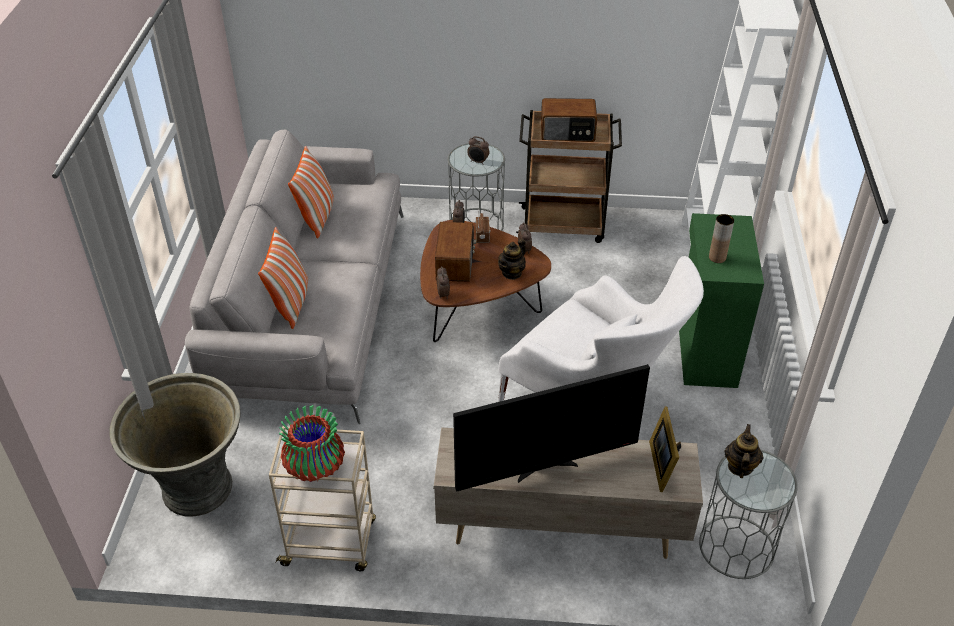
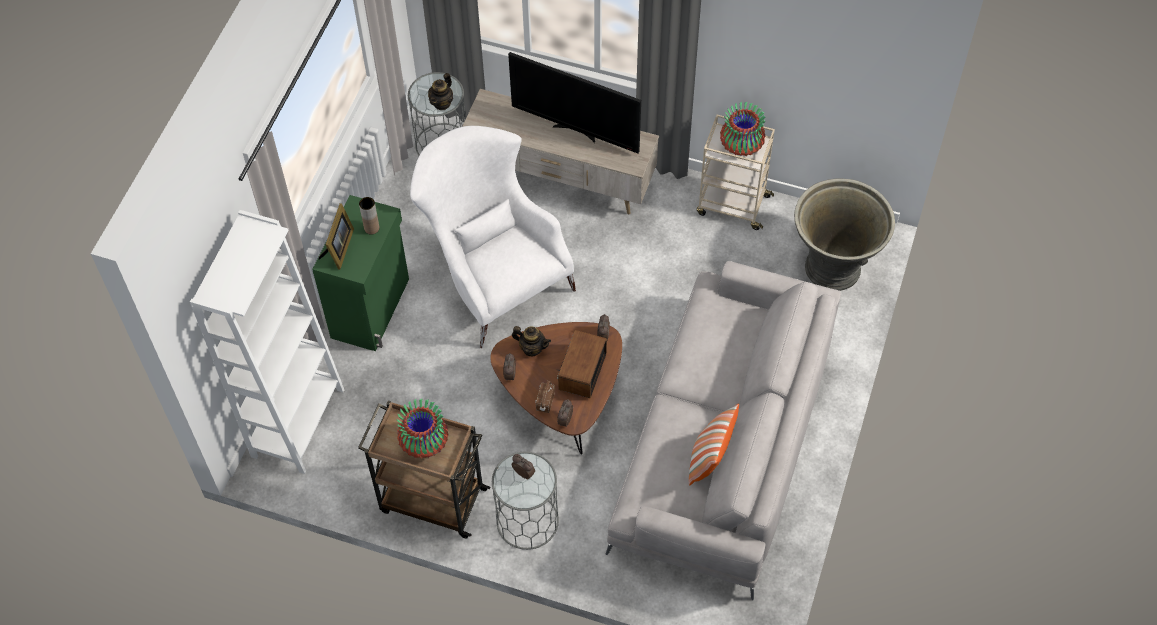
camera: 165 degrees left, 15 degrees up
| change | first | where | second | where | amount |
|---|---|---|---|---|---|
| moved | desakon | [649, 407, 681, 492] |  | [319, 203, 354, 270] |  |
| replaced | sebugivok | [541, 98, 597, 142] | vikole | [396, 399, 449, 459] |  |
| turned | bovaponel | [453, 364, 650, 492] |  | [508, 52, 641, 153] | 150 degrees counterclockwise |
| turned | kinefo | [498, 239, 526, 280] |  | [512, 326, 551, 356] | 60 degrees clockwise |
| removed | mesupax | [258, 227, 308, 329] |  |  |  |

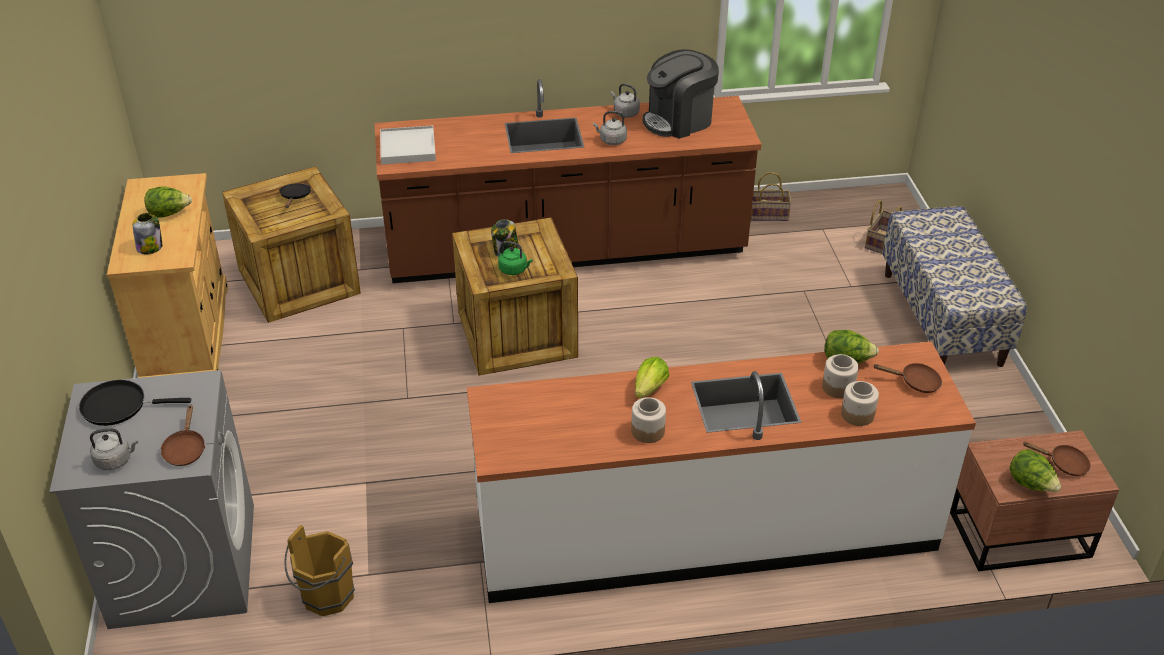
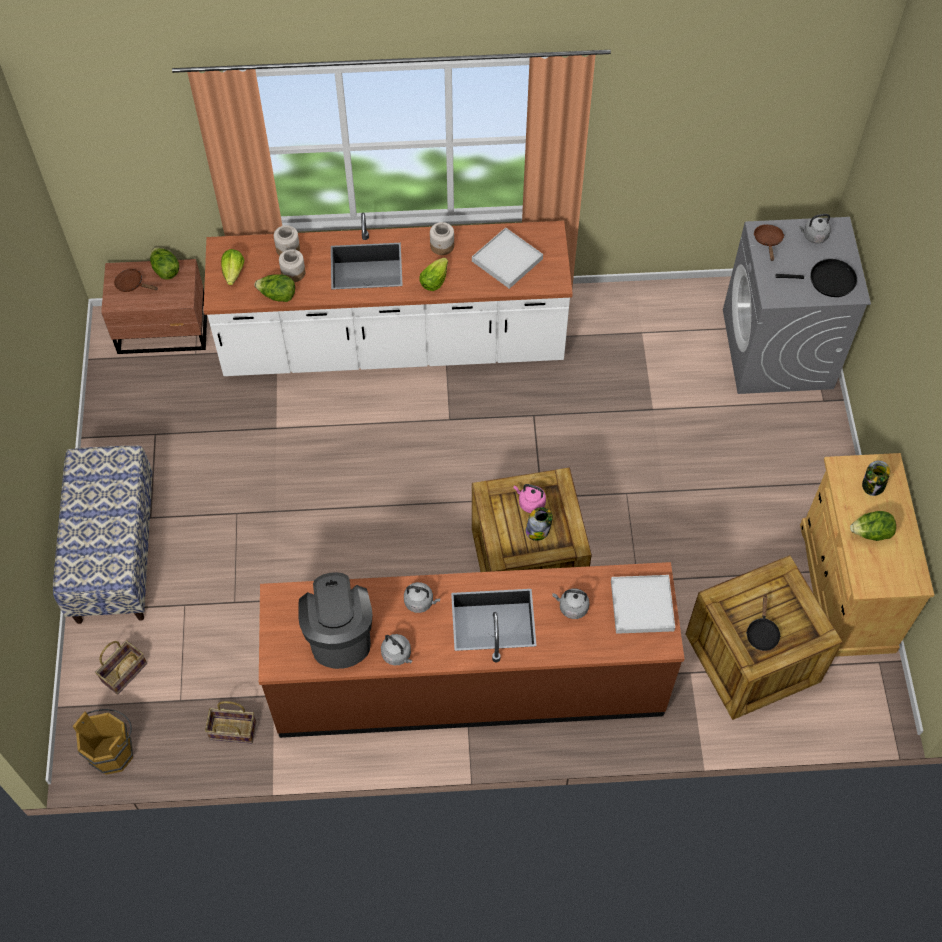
camera: 175 degrees left, 20 degrees up
| change | first | where | second | where | amount |
|---|---|---|---|---|---|
| moved | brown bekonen | [284, 525, 355, 616] |  | [73, 709, 133, 775] |  |
| replaced | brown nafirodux | [874, 363, 942, 393] | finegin | [221, 249, 245, 285] |  |
| turned | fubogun | [643, 49, 719, 139] |  | [298, 572, 372, 669] | 75 degrees counterclockwise |
| added |  |  | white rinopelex | [472, 228, 543, 289] |  |
| recoloured | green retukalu | [498, 241, 533, 275] | pink retukalu | [514, 484, 546, 513] |  |
| added |  |  | grey retukalu | [553, 589, 589, 619] |  |

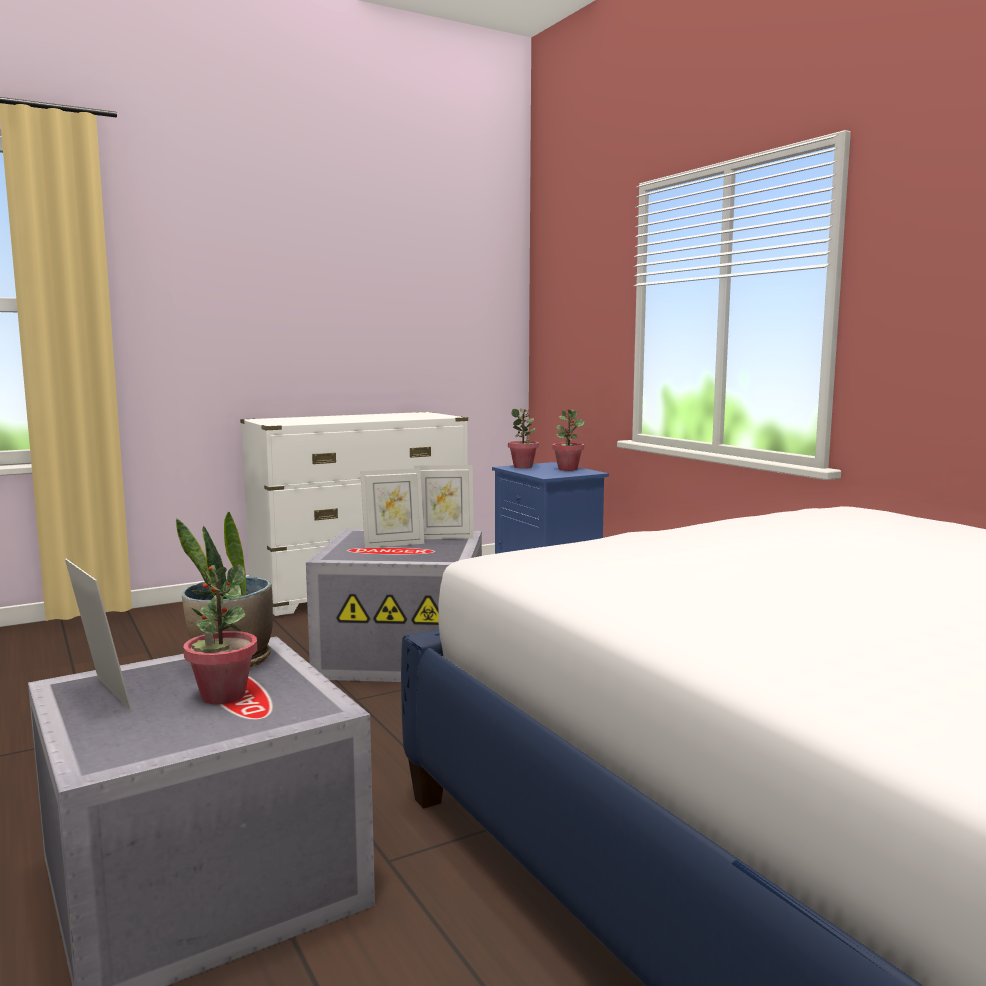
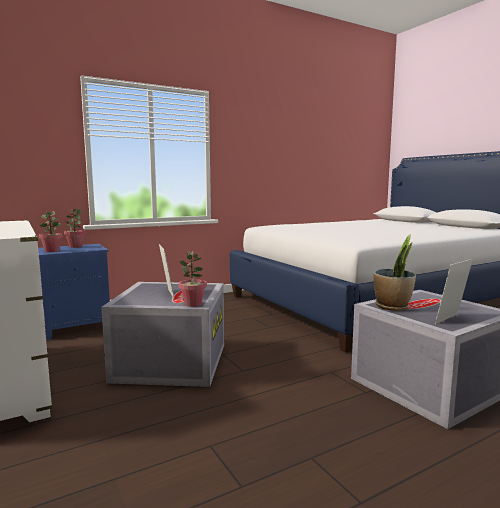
camera: 90 degrees left, 0 degrees up
| change | first | where | second | where | amount |
|---|---|---|---|---|---|
| moved | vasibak | [183, 565, 257, 704] |  | [179, 251, 207, 307] |  |
| removed | desakon | [414, 465, 474, 539] |  |  |  |

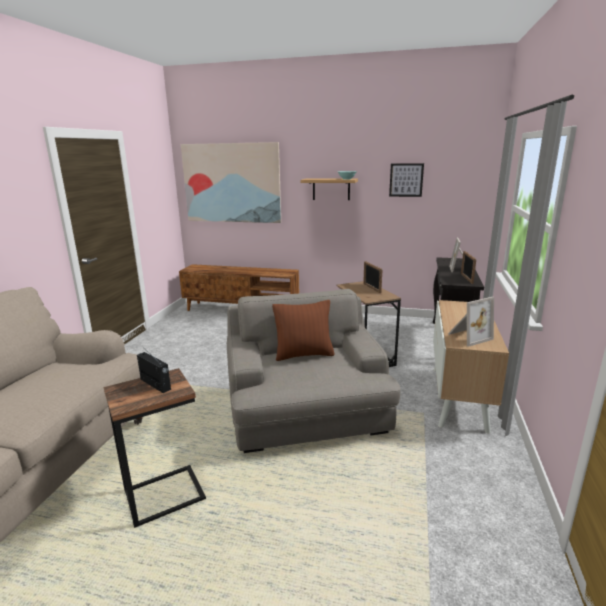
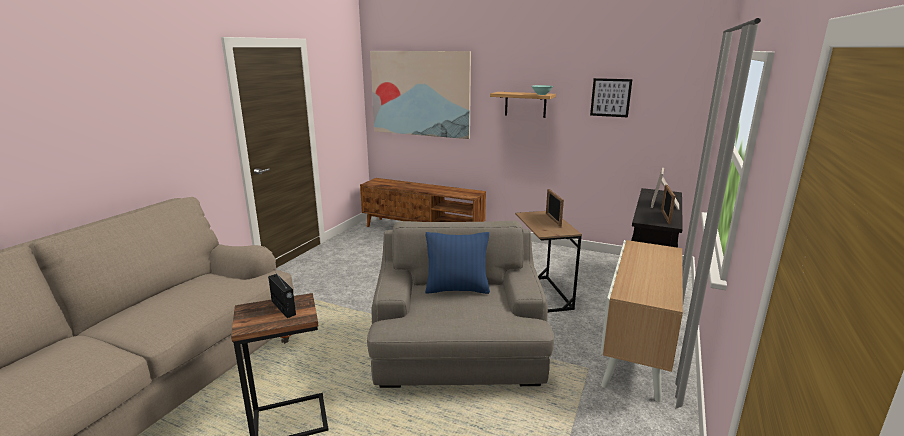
camera: 10 degrees right, 0 degrees up
| change | first | where | second | where | amount |
|---|---|---|---|---|---|
| recoloured | brown mesupax | [272, 300, 335, 361] | blue mesupax | [425, 232, 490, 294] |  |
| removed | desakon | [448, 297, 494, 347] |  |  |  |

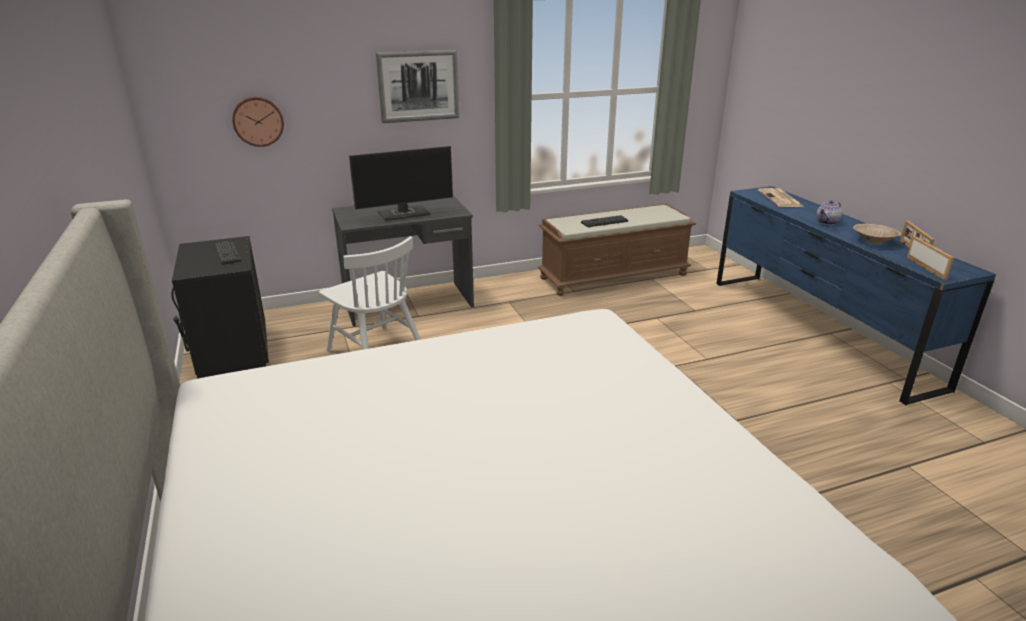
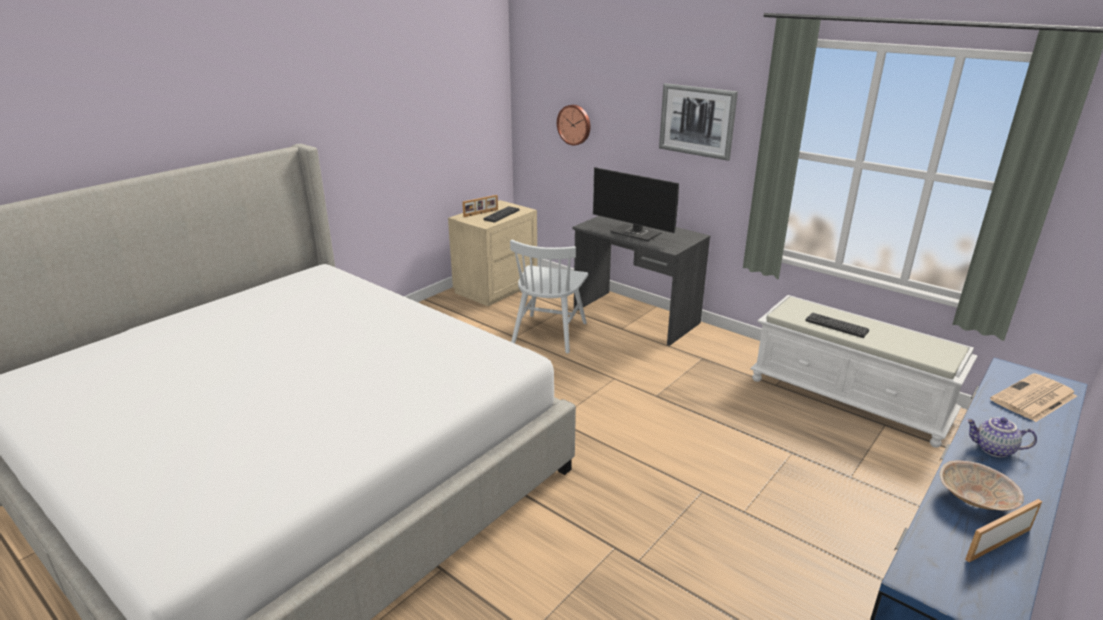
camera: 60 degrees right, 0 degrees up
| change | first | where | second | where | amount |
|---|---|---|---|---|---|
| recoloured | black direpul | [171, 236, 269, 379] | beige direpul | [448, 200, 538, 306] |  |
| moved | desakon | [907, 236, 954, 280] |  | [462, 195, 498, 217] |  |
| recoloured | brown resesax | [538, 204, 696, 296] | white resesax | [750, 295, 978, 448] |  |

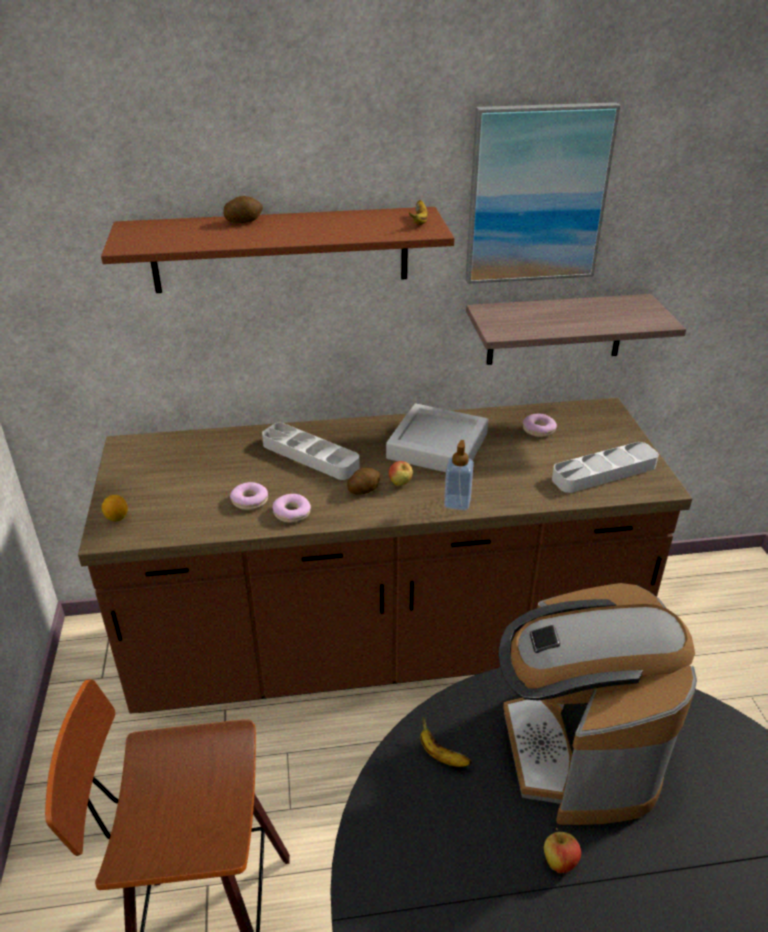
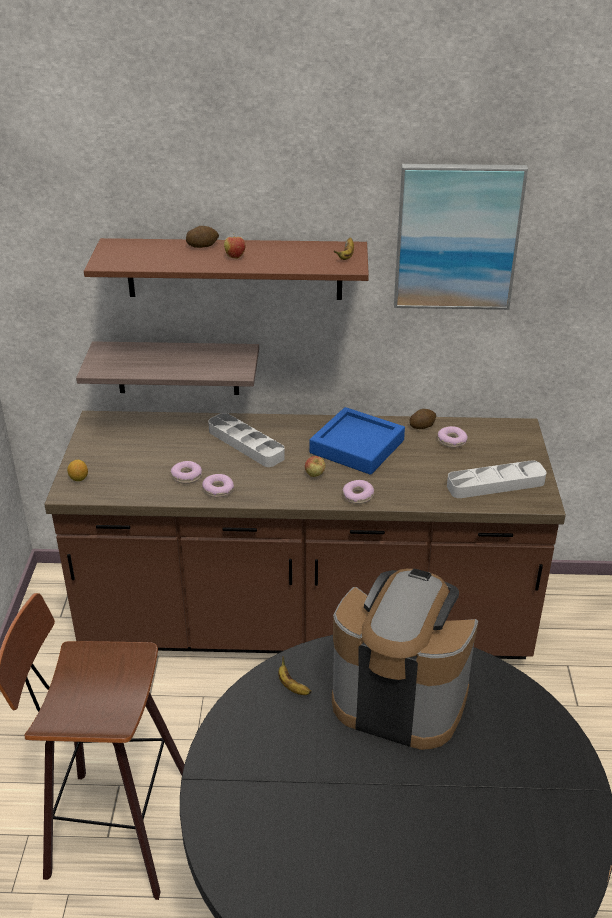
camera: 10 degrees right, 0 degrees up
| change | first | where | second | where | amount |
|---|---|---|---|---|---|
| moved | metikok | [466, 294, 686, 365] |  | [76, 341, 259, 395] |  |
| moved | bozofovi | [544, 828, 581, 873] |  | [224, 236, 246, 259] |  |
| recoloured | grey rinopelex | [386, 403, 488, 472] | blue rinopelex | [310, 407, 405, 475] |  |
| turned | fubogun | [498, 583, 697, 825] |  | [332, 569, 478, 750] | 105 degrees clockwise |
| replaced | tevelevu | [444, 440, 474, 511] | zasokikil | [343, 480, 374, 504] |  |
| moved | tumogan | [347, 468, 380, 495] |  | [410, 409, 436, 429] |  |

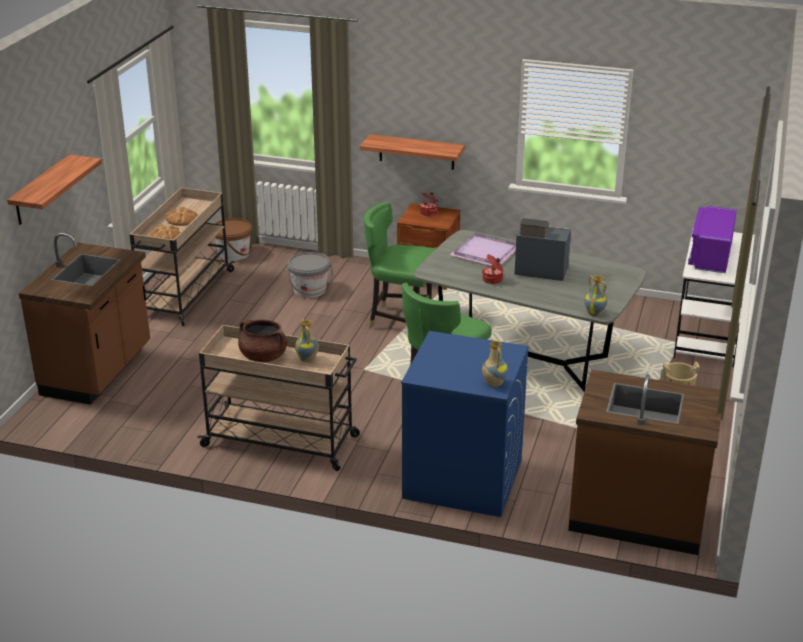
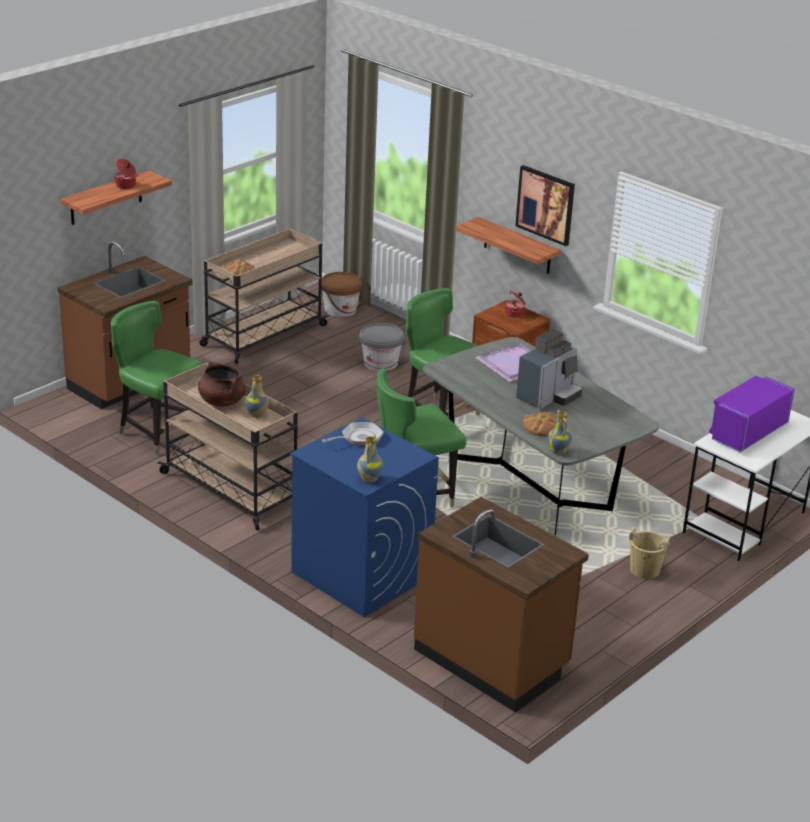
camera: 25 degrees right, 0 degrees up
| change | first | where | second | where | amount |
|---|---|---|---|---|---|
| added |  |  | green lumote | [111, 301, 203, 455] |  |
| moved | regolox | [482, 254, 503, 284] |  | [112, 159, 138, 189] |  |
| added |  |  | nafirodux | [322, 422, 384, 446] |  |
| added |  |  | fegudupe | [515, 165, 575, 246] |  |
| turned | fubogun | [514, 218, 571, 281] |  | [516, 329, 582, 409] | 90 degrees clockwise |
| moved | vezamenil | [166, 207, 198, 226] |  | [523, 412, 557, 436] |  |

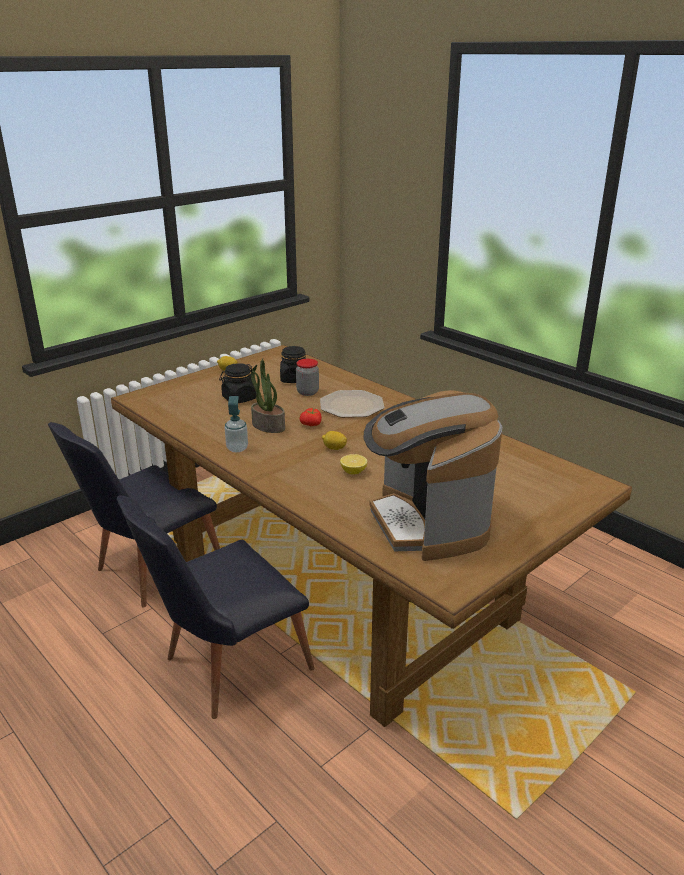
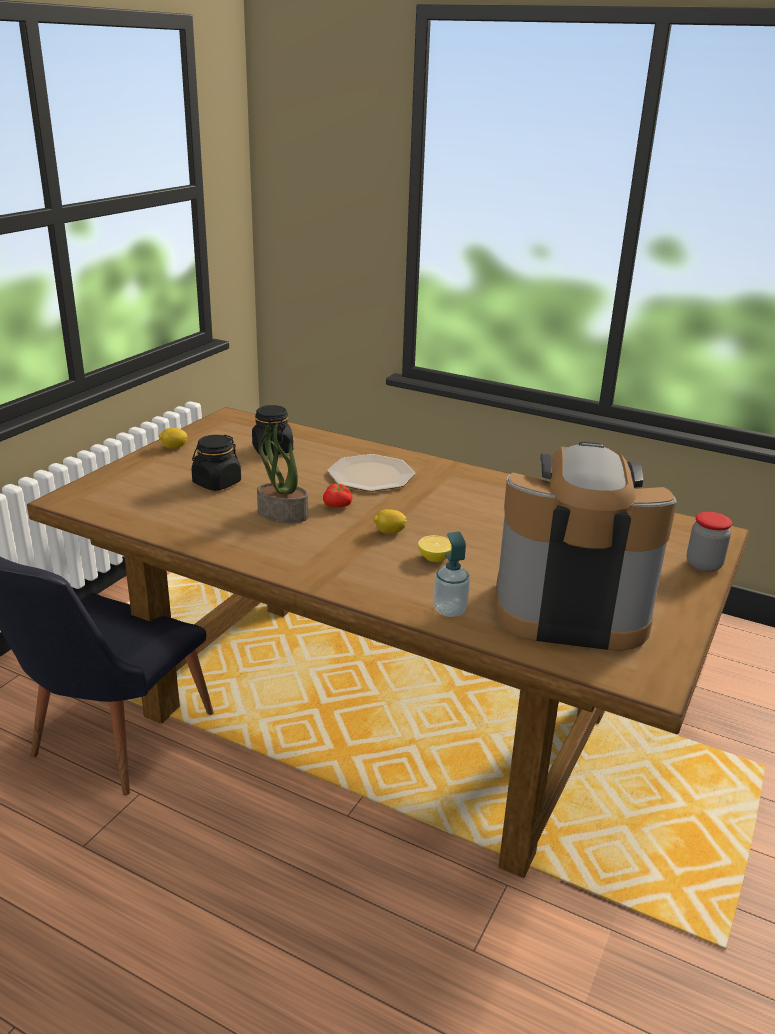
camera: 20 degrees left, 0 degrees up
| change | first | where | second | where | amount |
|---|---|---|---|---|---|
| moved | tevelevu | [225, 396, 248, 452] |  | [433, 532, 470, 617] |  |
| turned | fubogun | [364, 390, 502, 561] |  | [495, 442, 677, 651] | 135 degrees clockwise |
| moved | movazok | [296, 359, 319, 396] |  | [687, 512, 732, 572] |  |
| removed | black lumote | [117, 495, 315, 719] |  |  |  |

